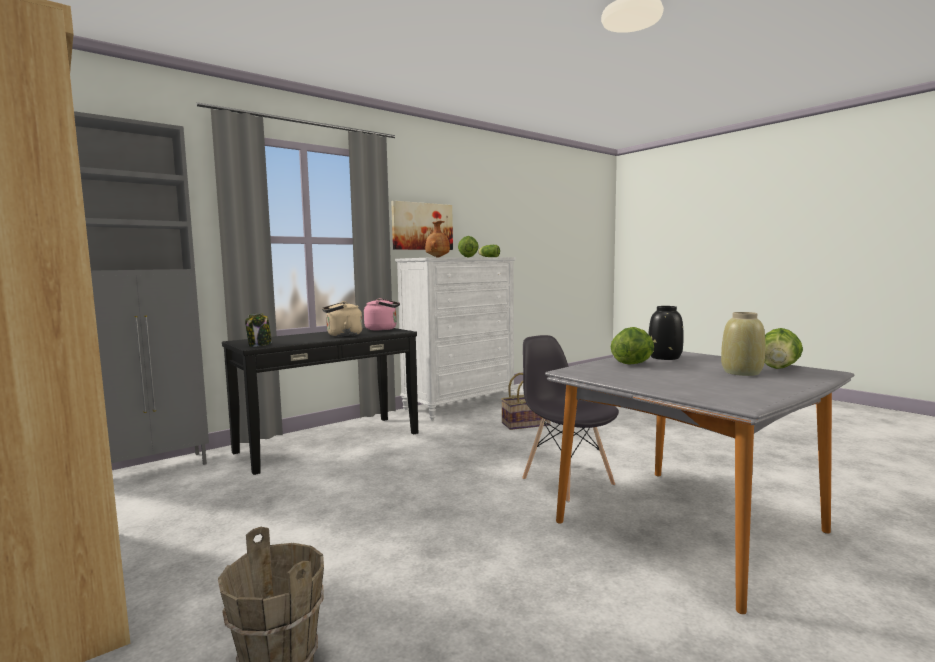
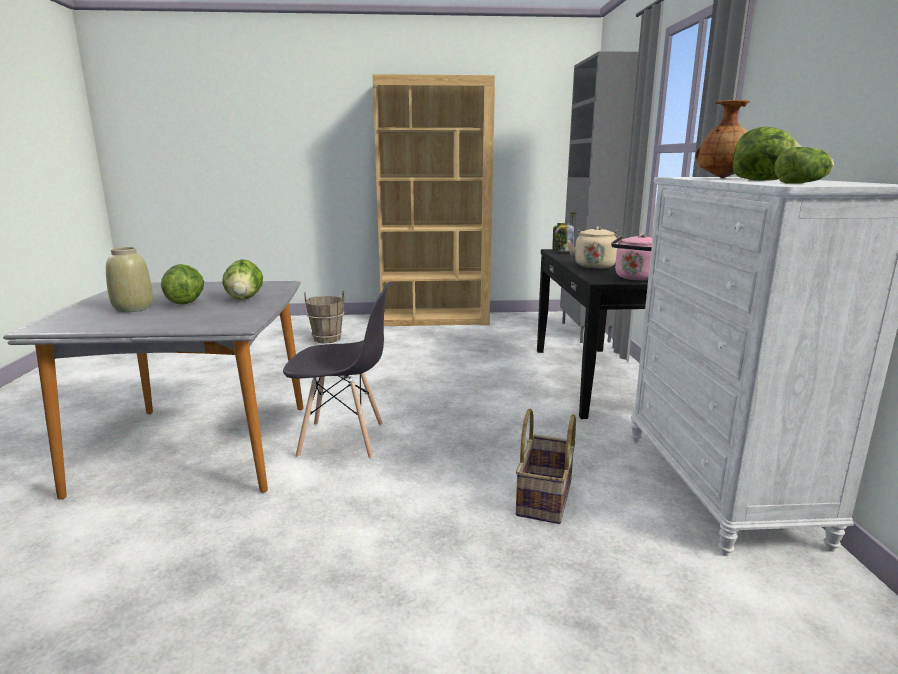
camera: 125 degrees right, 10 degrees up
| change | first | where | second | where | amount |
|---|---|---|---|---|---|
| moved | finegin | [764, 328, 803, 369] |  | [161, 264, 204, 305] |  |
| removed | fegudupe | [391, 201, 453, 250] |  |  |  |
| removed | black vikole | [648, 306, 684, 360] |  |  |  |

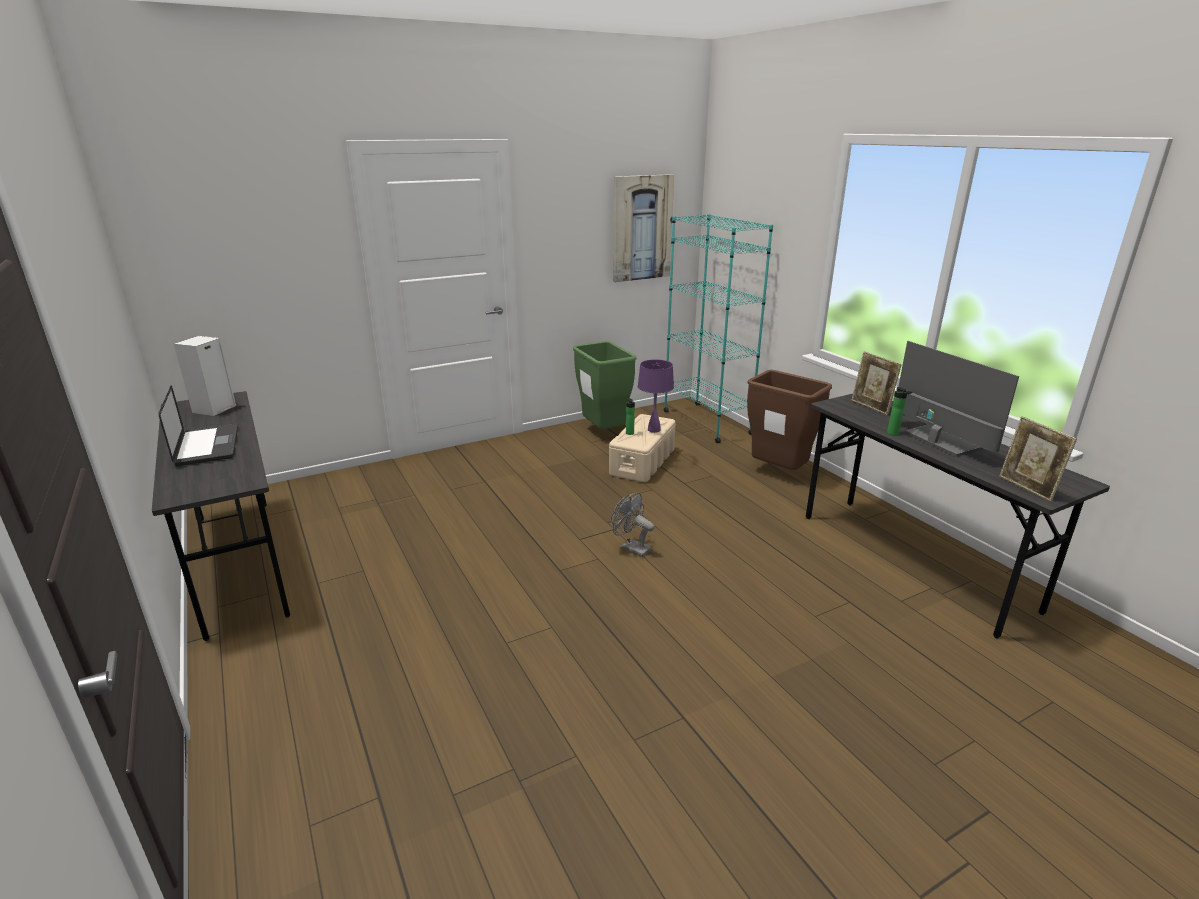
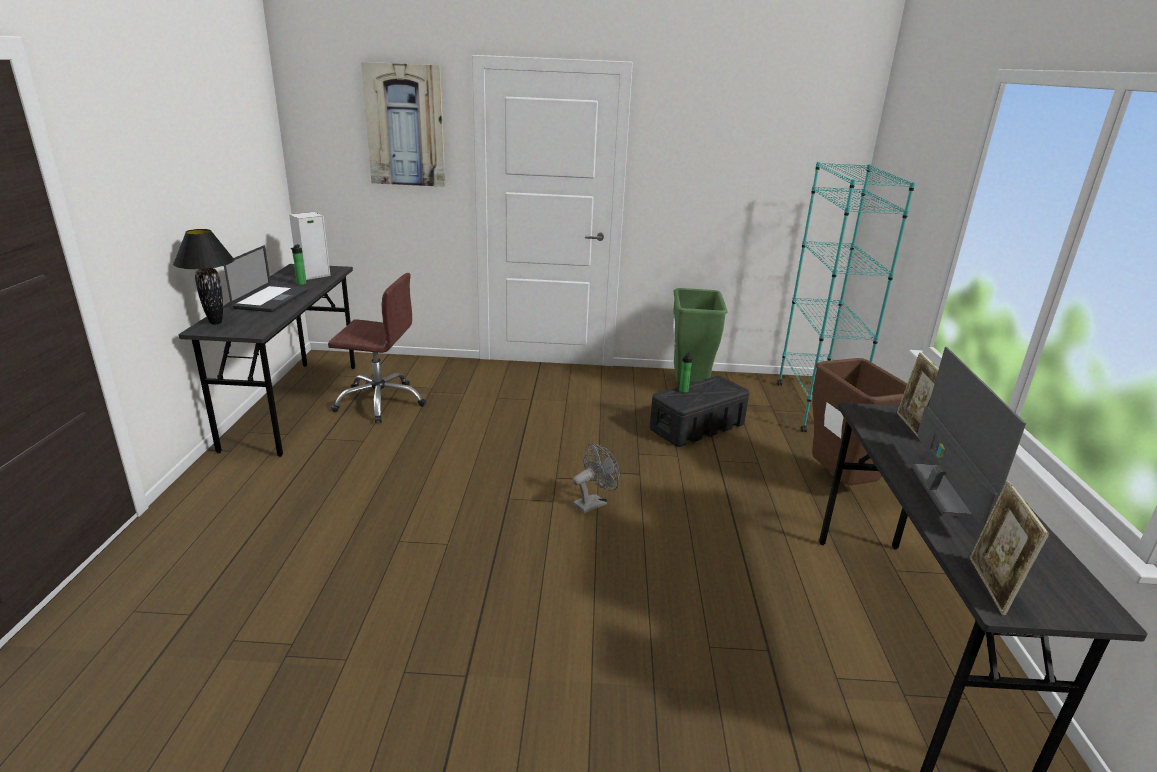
camera: 30 degrees right, 0 degrees up
| change | first | where | second | where | amount |
|---|---|---|---|---|---|
| added |  |  | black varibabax | [173, 229, 234, 324] |  |
| moved | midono | [887, 387, 912, 436] |  | [291, 244, 306, 285] |  |
| added |  |  | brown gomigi | [328, 273, 426, 423] |  |
| moved | fegudupe | [613, 174, 674, 282] |  | [361, 62, 445, 187] |  |
| turned | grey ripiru | [611, 492, 655, 557] |  | [573, 443, 620, 513] | 75 degrees clockwise |
| recoloured | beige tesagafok | [609, 414, 676, 482] | black tesagafok | [650, 376, 749, 447] |  |
| removed | purple varibabax | [638, 359, 674, 433] |  |  |  |

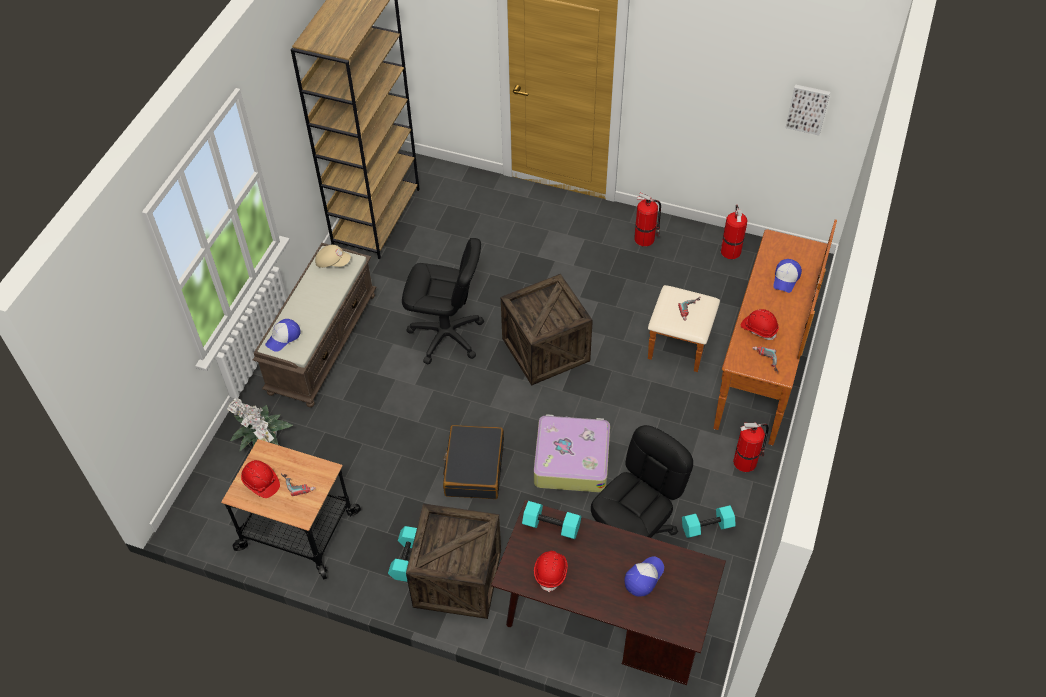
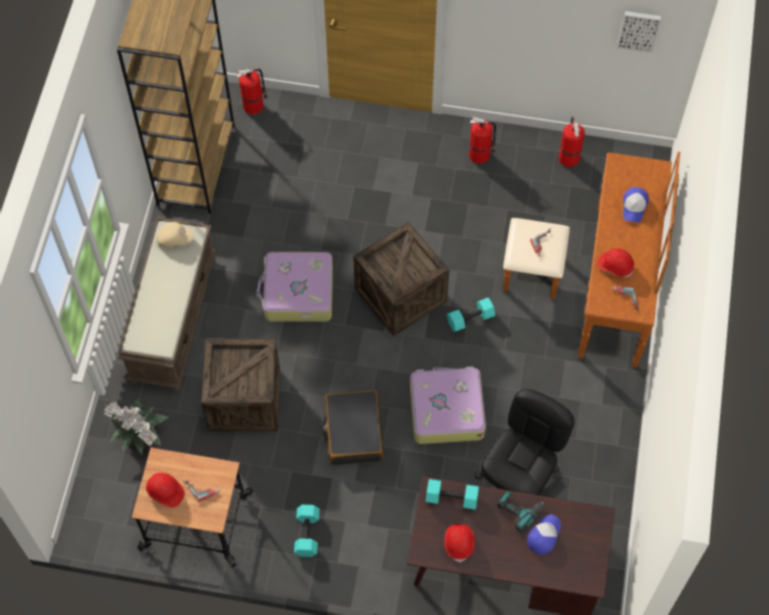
camera: 10 degrees left, 10 degrees up
| change | first | where | second | where | amount |
|---|---|---|---|---|---|
| moved | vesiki | [406, 504, 501, 619] |  | [201, 338, 280, 431] |  |
| moved | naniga | [733, 423, 769, 472] |  | [237, 69, 268, 115] |  |
| replaced | black gomigi | [402, 238, 484, 364] | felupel | [257, 252, 333, 322] |  |
| moved | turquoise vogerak | [682, 505, 736, 538] |  | [447, 298, 495, 332] |  |
| added |  |  | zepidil | [497, 491, 544, 532] |  |
| removed | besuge | [265, 319, 300, 352] |  |  |  |

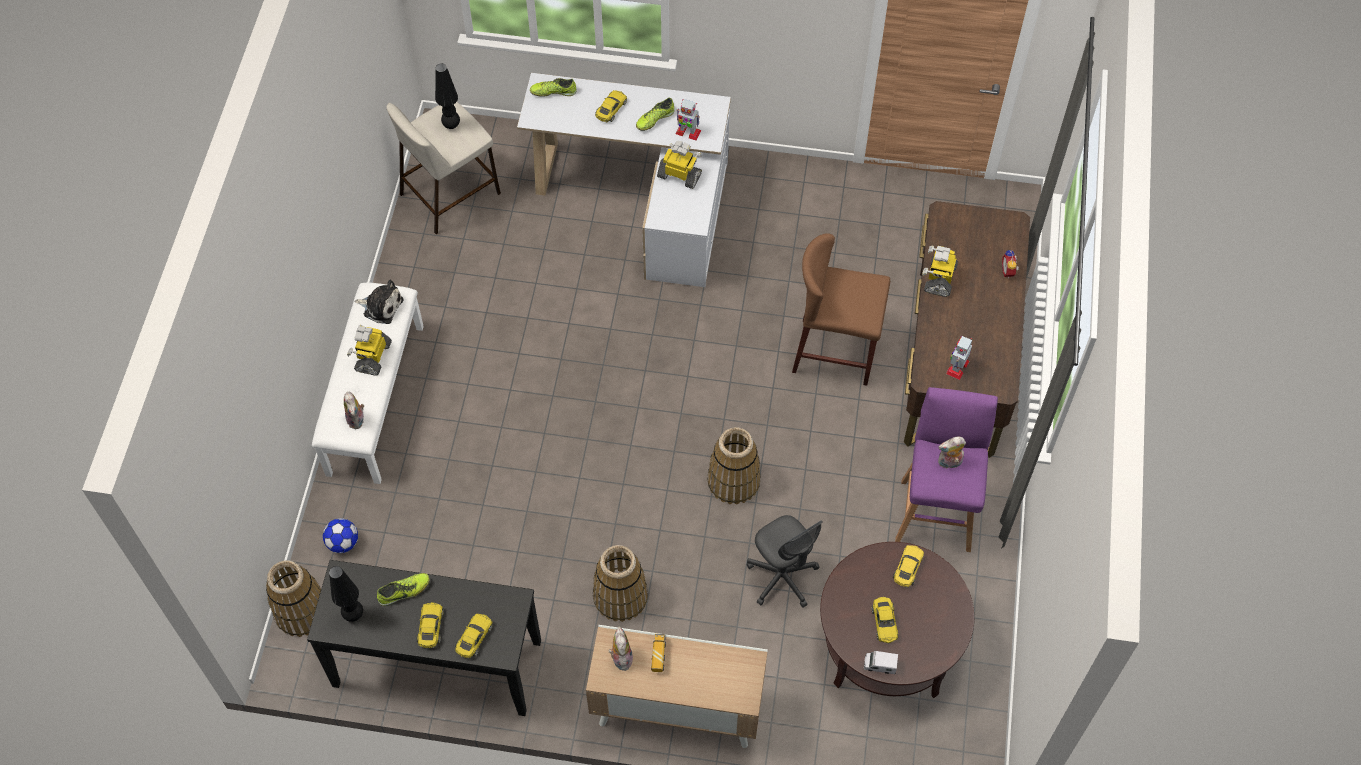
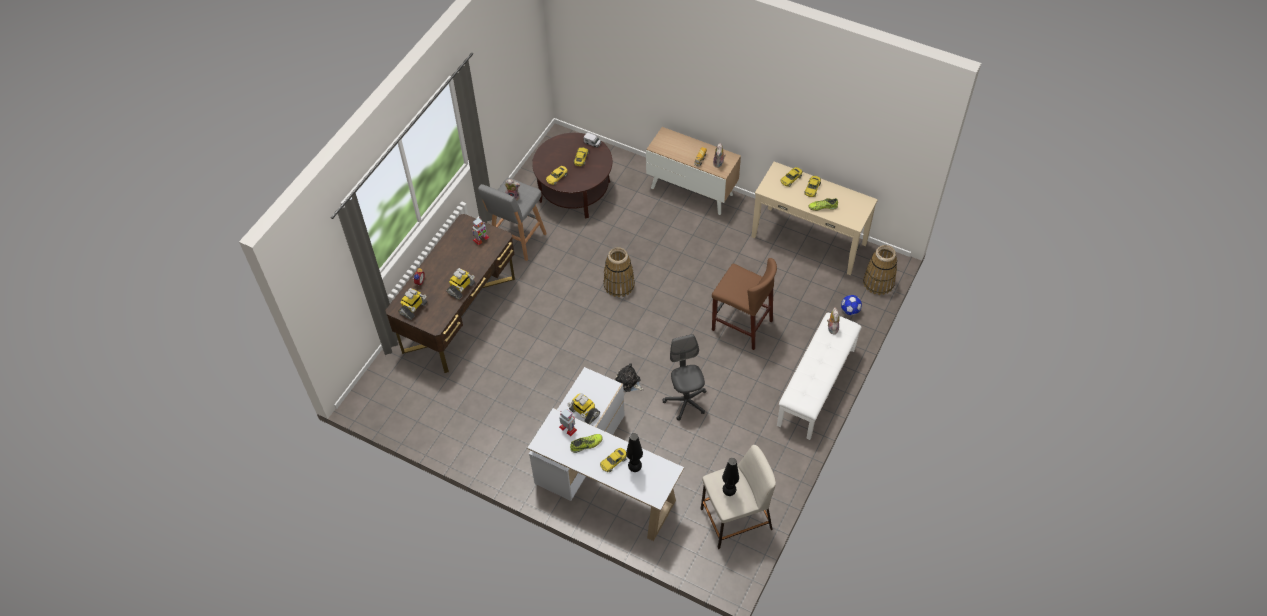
camera: 160 degrees left, 5 degrees down
| change | first | where | second | where | amount |
|---|---|---|---|---|---|
| moved | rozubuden | [347, 325, 392, 376] |  | [398, 288, 427, 320] |  |
| recoloured | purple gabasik | [895, 387, 998, 552] | grey gabasik | [478, 178, 547, 261] |  |
| moved | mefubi | [354, 280, 403, 324] |  | [615, 363, 644, 392] |  |
| moved | black varibabax | [329, 566, 363, 622] |  | [626, 433, 643, 472] |  |
| moved | grey gomigi | [747, 515, 823, 608] |  | [663, 334, 707, 421] |  |
| moved | brown gabasik | [792, 233, 890, 386] |  | [712, 258, 777, 350] |  |
| recoloured | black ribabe | [307, 560, 541, 716] | beige ribabe | [751, 162, 878, 275] |  |
| removed | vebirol | [530, 78, 577, 97] |  |  |  |
| removed | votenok | [593, 545, 648, 622] |  |  |  |

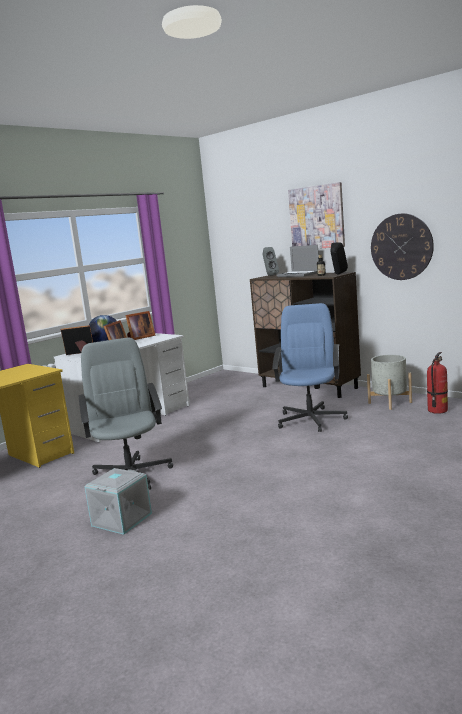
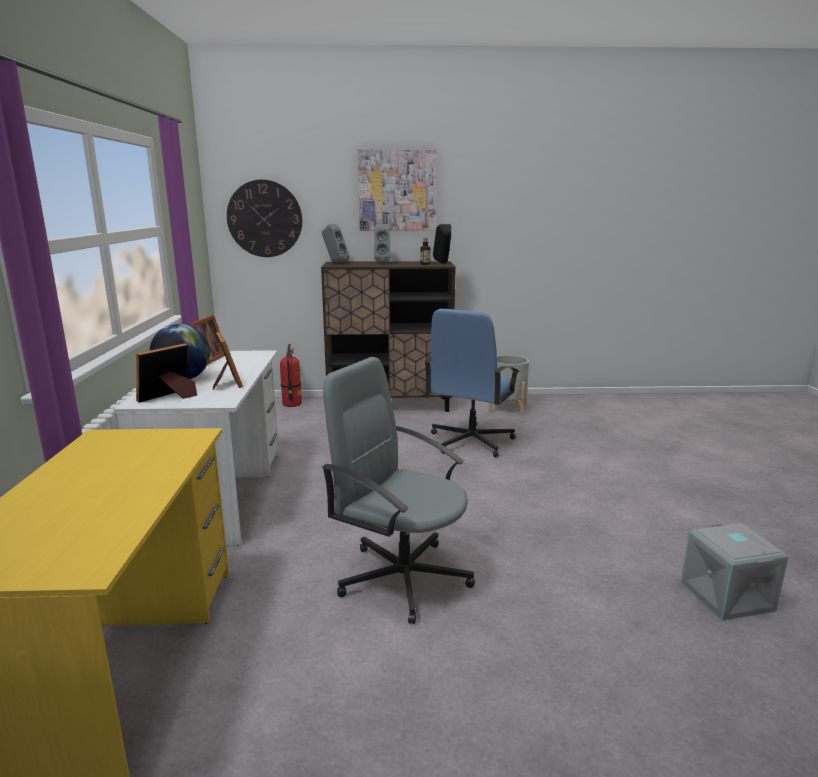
camera: 45 degrees left, 5 degrees up
| change | first | where | second | where | amount |
|---|---|---|---|---|---|
| moved | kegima | [371, 213, 434, 280] |  | [227, 180, 302, 257] |  |
| moved | naniga | [427, 352, 448, 414] |  | [280, 344, 302, 407] |  |
| replaced | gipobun | [276, 245, 319, 277] | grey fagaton | [374, 224, 390, 264] |  |
| turned | blue gomigi | [272, 303, 348, 432] |  | [424, 309, 519, 457] | 120 degrees counterclockwise |
| moved | grey tesagafok | [84, 468, 152, 535] |  | [681, 523, 789, 621] |  |

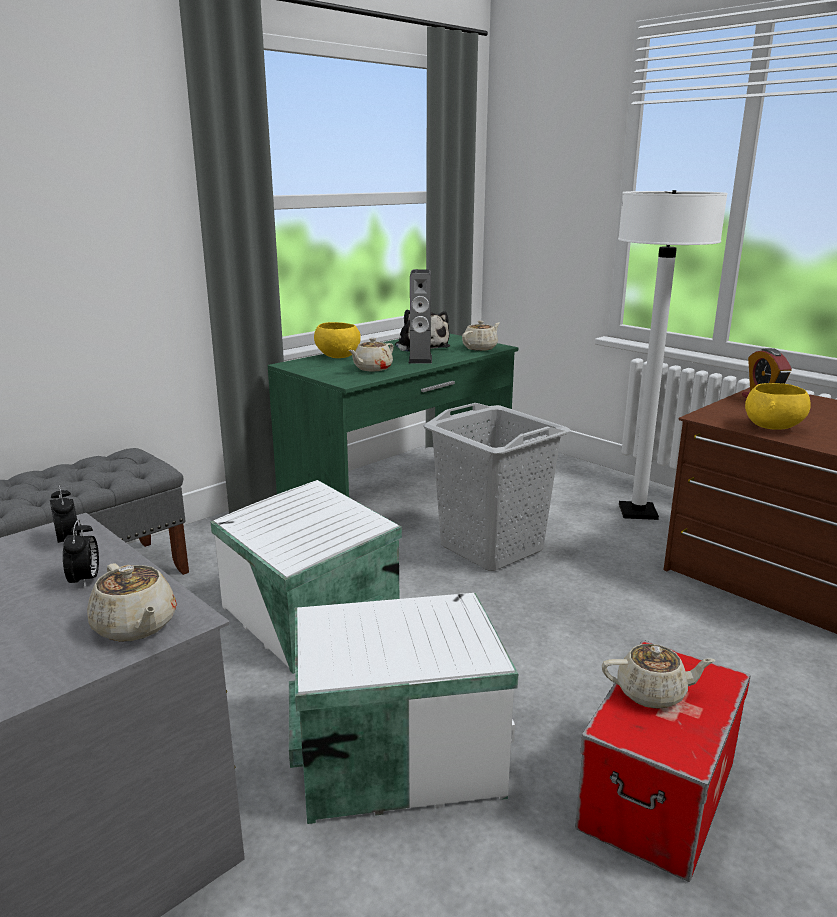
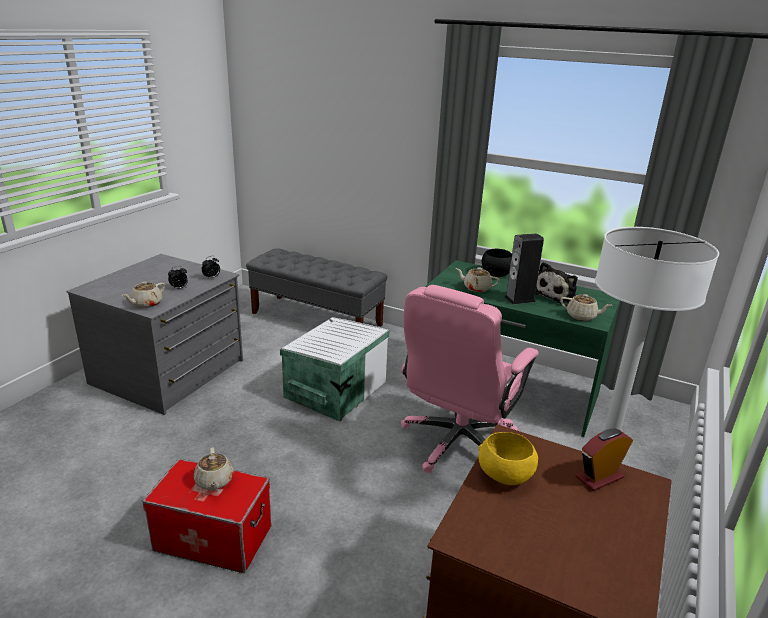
camera: 70 degrees right, 5 degrees up
| change | first | where | second | where | amount |
|---|---|---|---|---|---|
| replaced | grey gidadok | [423, 403, 571, 571] | pink gomigi | [401, 285, 539, 473] |  |
| recoloured | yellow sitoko | [314, 322, 361, 358] | black sitoko | [482, 249, 512, 277] |  |
| removed | white tesagafok | [289, 593, 518, 824] |  |  |  |

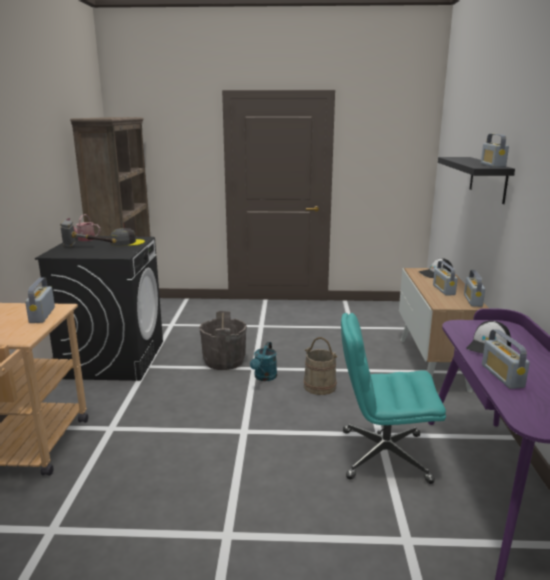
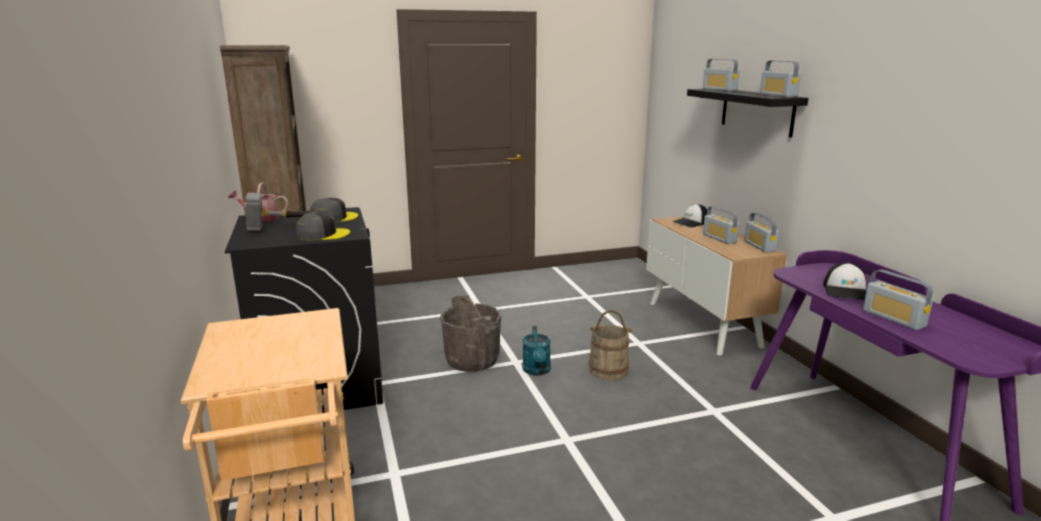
camera: 20 degrees left, 0 degrees up
| change | first | where | second | where | amount |
|---|---|---|---|---|---|
| added |  |  | grey besuge | [296, 212, 350, 240] |  |
| moved | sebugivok | [25, 277, 55, 323] |  | [703, 59, 740, 91] |  |
| removed | turquoise gomigi | [341, 313, 446, 484] |  |  |  |

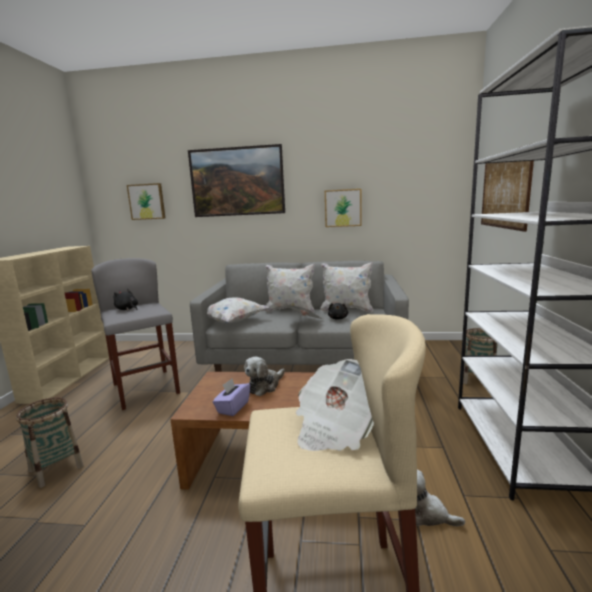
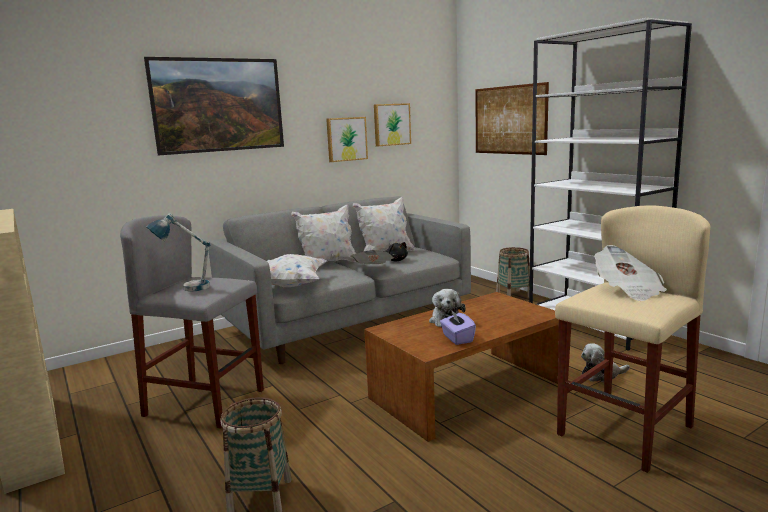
camera: 40 degrees left, 0 degrees up
| change | first | where | second | where | amount |
|---|---|---|---|---|---|
| replaced | black mefubi | [114, 289, 138, 310] | varibabax | [146, 213, 211, 291] |  |
| moved | fegudupe | [127, 183, 165, 220] |  | [374, 103, 411, 146] |  |

